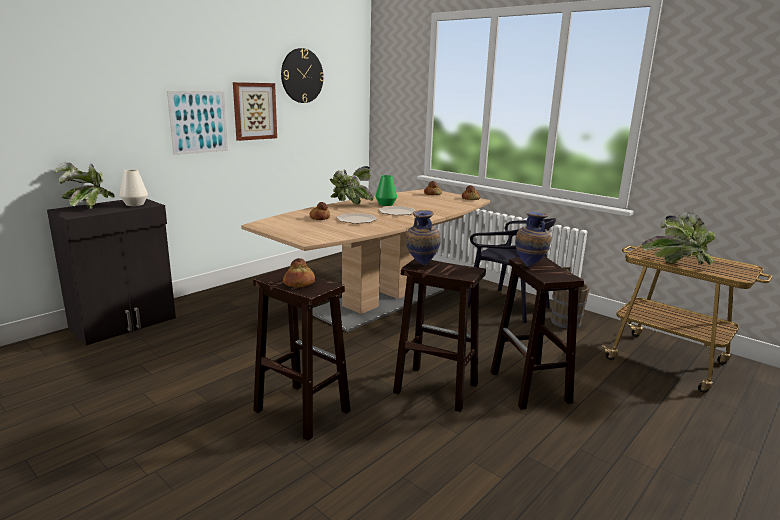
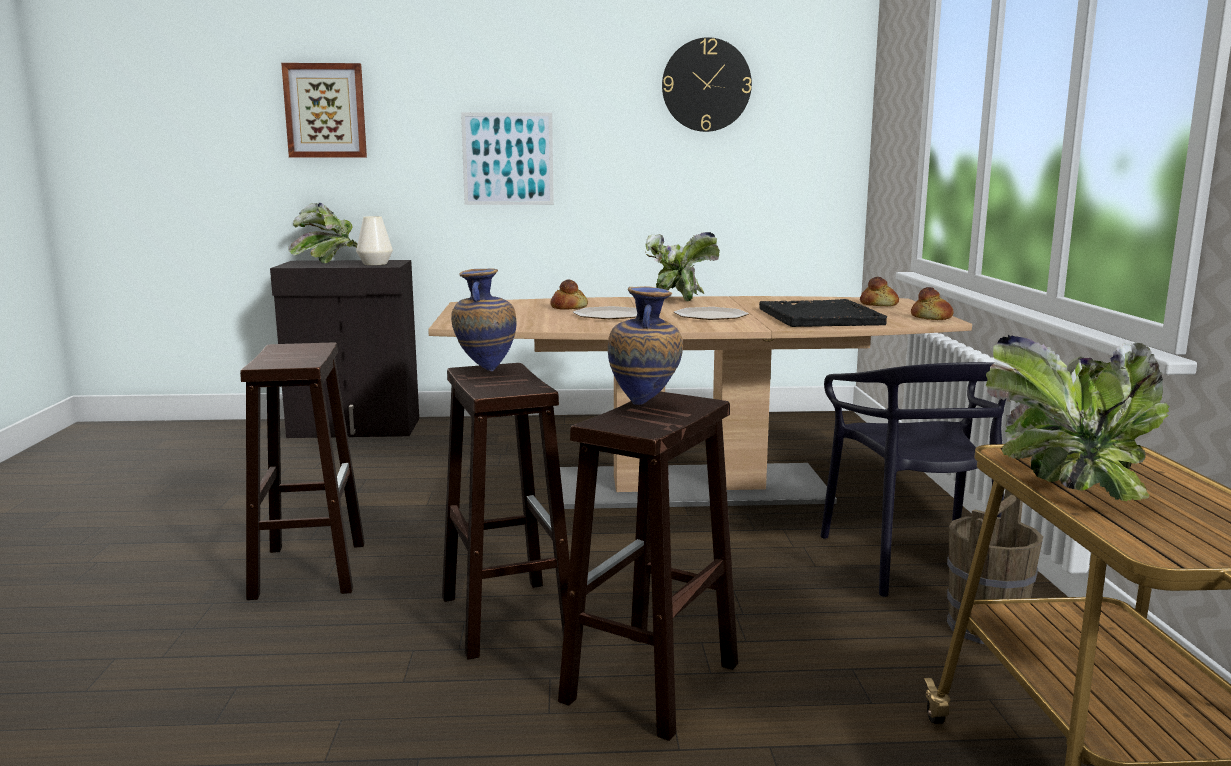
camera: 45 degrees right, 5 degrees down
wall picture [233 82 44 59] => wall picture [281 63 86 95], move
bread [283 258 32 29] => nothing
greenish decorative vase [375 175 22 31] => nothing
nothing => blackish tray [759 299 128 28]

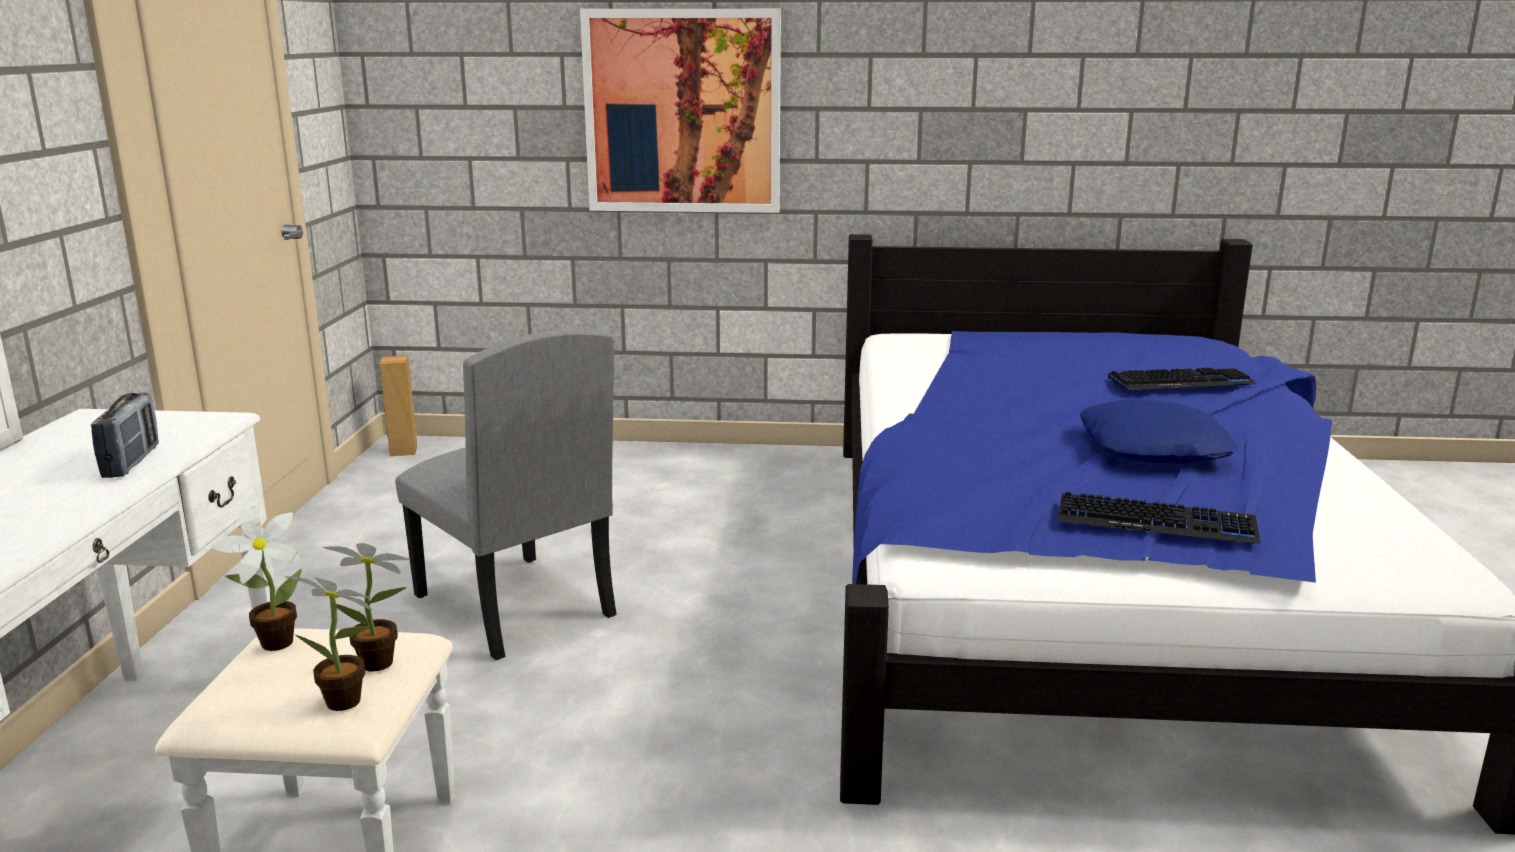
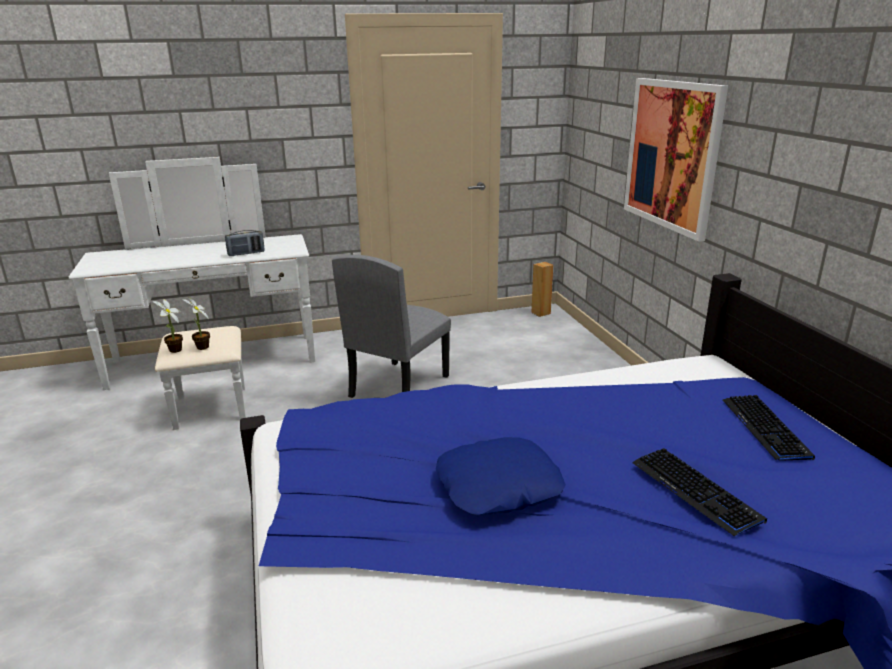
camera: 70 degrees right, 5 degrees up
houseplant [211 506 91 145] => nothing
keyboard [1058 491 202 53] => keyboard [723 395 92 66], move

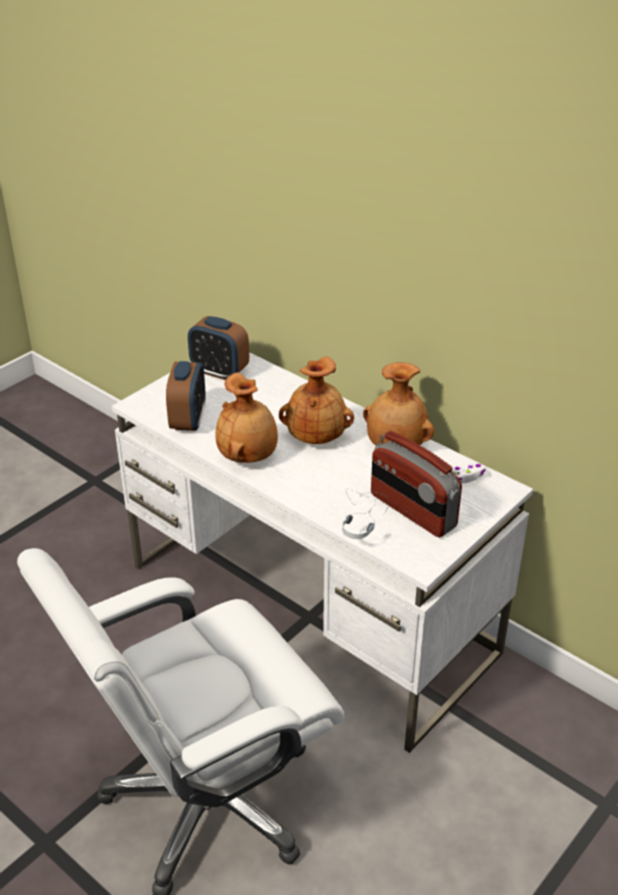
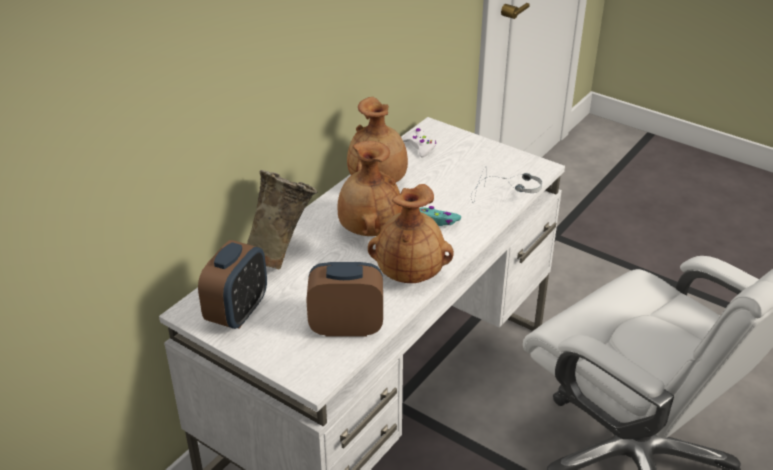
camera: 95 degrees left, 0 degrees up
radio [371 431 91 106] => nothing
nothing => beige decorative vase [247 170 71 100]
nothing => turquoise gamepad [419 206 42 20]

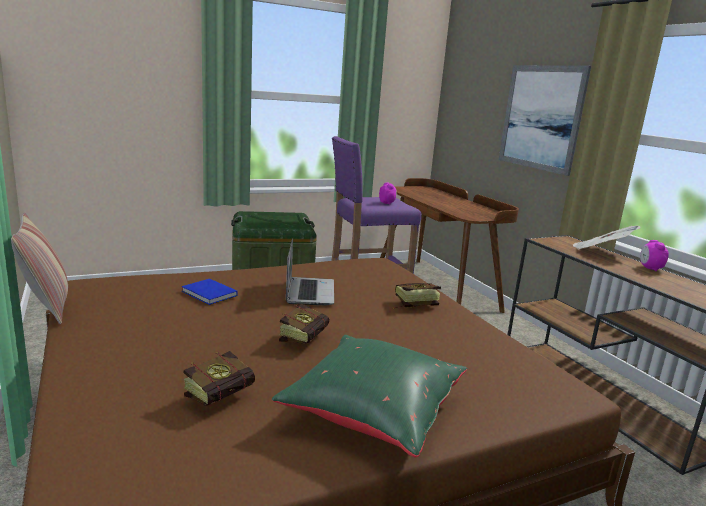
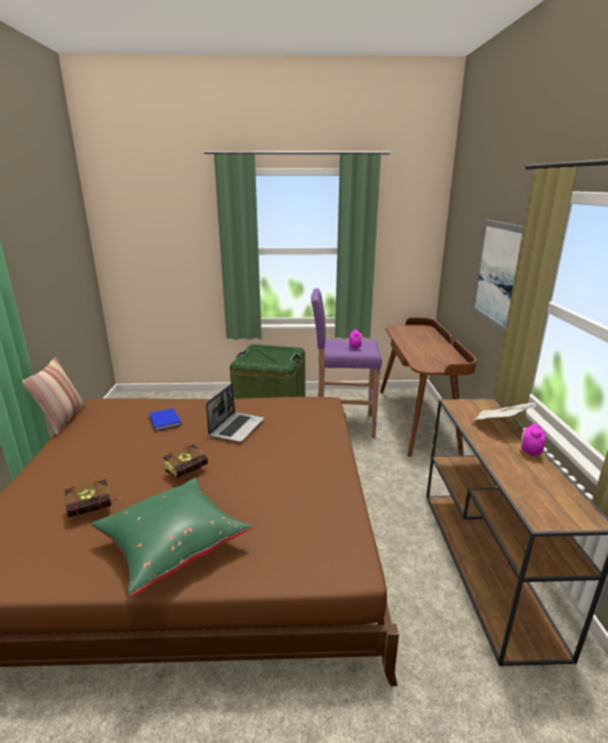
camera: 25 degrees right, 5 degrees up
book [392 283 49 26] => nothing

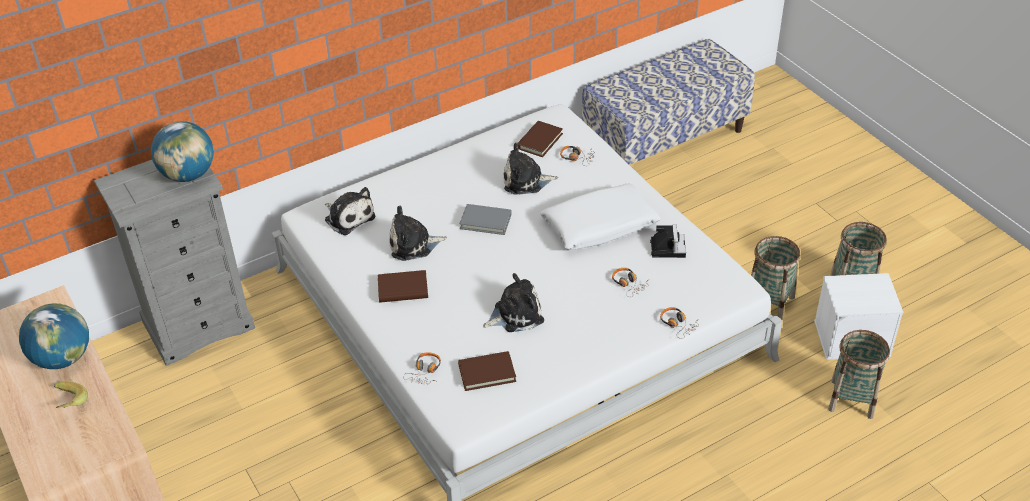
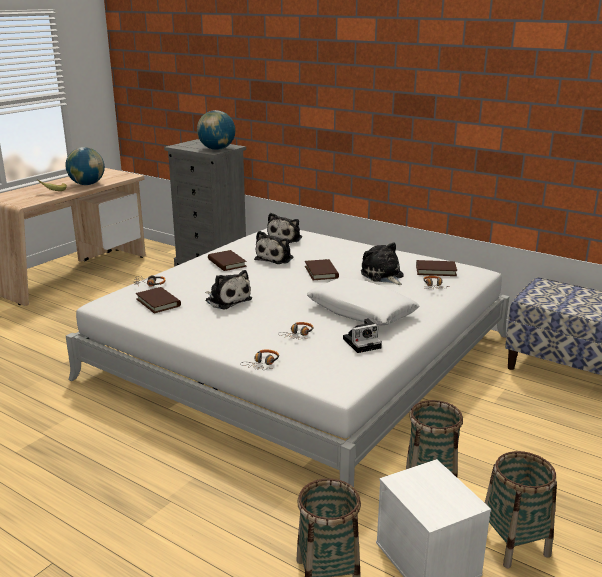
camera: 65 degrees right, 20 degrees down
cuddly toy [389 206 58 55] => cuddly toy [254 231 40 33], 120 degrees counterclockwise
gray book [459 204 53 31] => brown-coloured book [305 259 34 21]

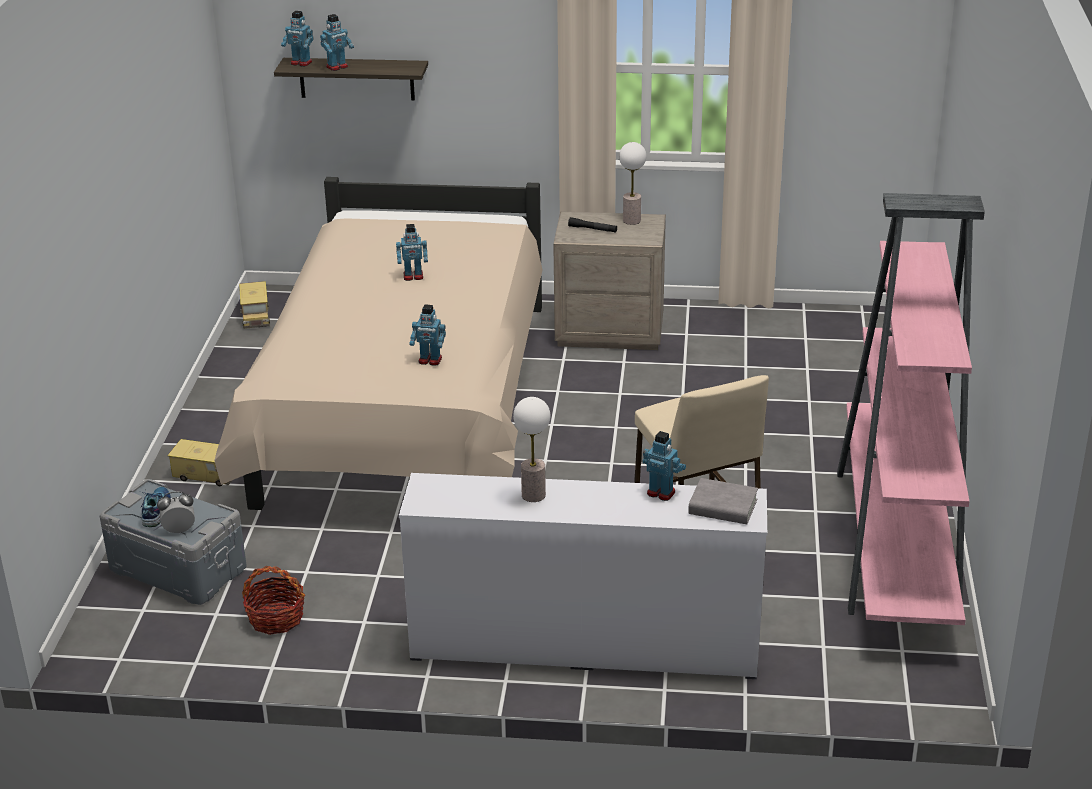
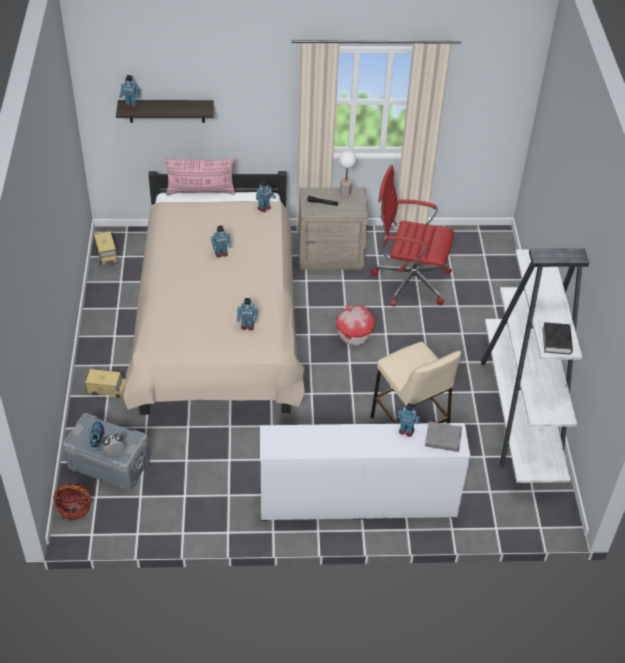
camera: 10 degrees left, 15 degrees up
household basket [242 566 63 69] => household basket [53 483 38 38], move
toy robot [320 14 34 57] => toy robot [256 180 20 32], move
tabletop lamp [513 397 37 105] => nothing
pink-coloured bookcase [837 193 148 432] => white-coloured bookcase [481 248 108 235]
nothing => pink-coloured throw pillow [165 158 71 37]
nothing => toy house [336 305 40 41]
nothing => reddish computer chair [371 165 82 141]
nothing => blackish book [543 322 30 32]

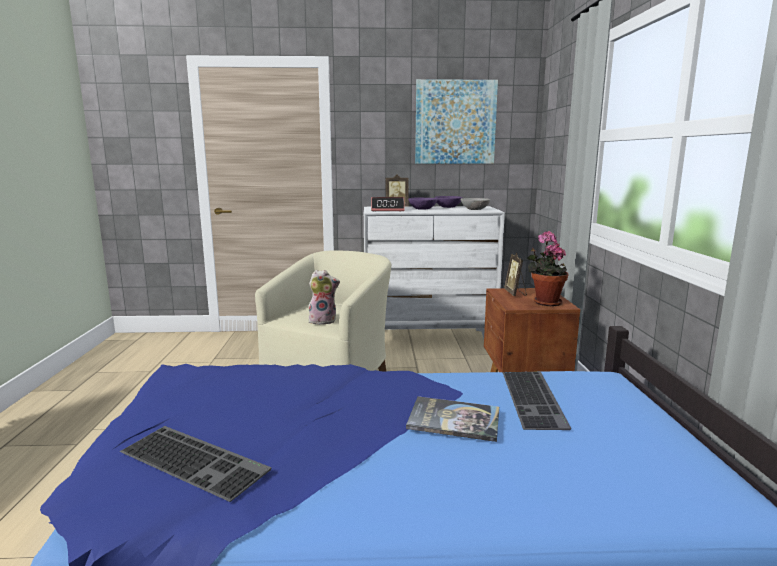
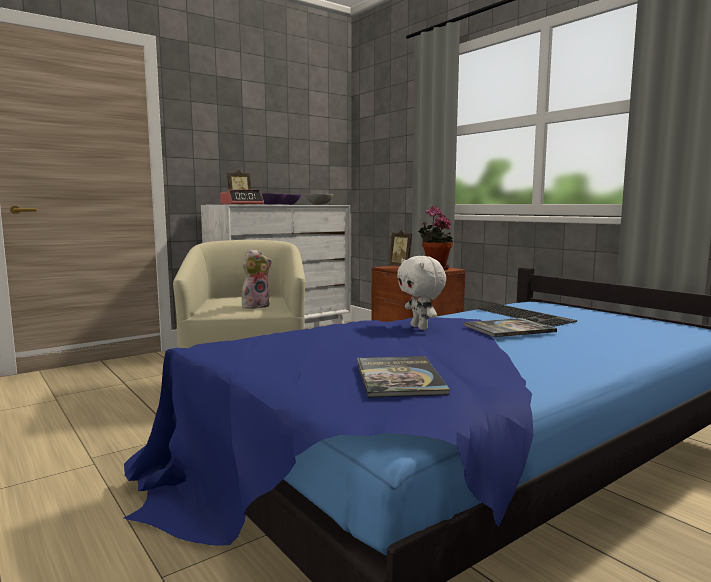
camera: 35 degrees left, 5 degrees down
keyboard [120 426 152 76] => book [357 356 93 42]
wall picture [415 79 83 85] => nothing
nothing => white-coloured cuddly toy [397 256 49 74]

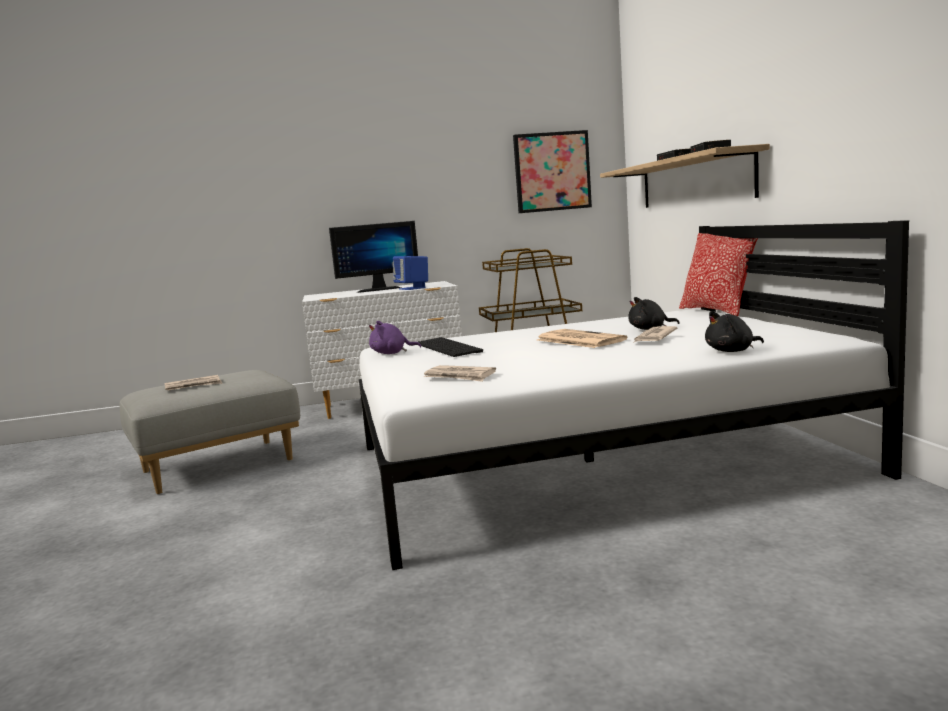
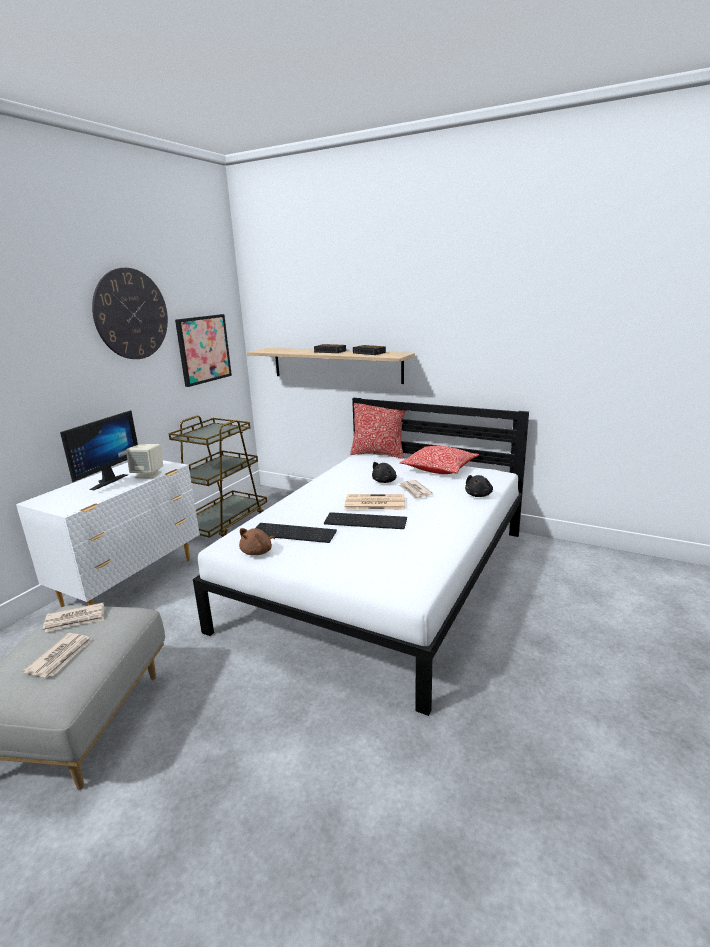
camera: 50 degrees left, 10 degrees up
purplish cuddly toy [369 321 52 33] => brown-coloured cuddly toy [239 528 36 27]
blue speaker [393 256 35 34] => beige speaker [126 444 37 34]
newspaper [424 365 72 17] => newspaper [43 603 61 29], move
nothing => clock on the wall [92 268 76 91]
nothing => keyboard [324 512 83 17]
nothing => throw pillow [400 446 79 28]

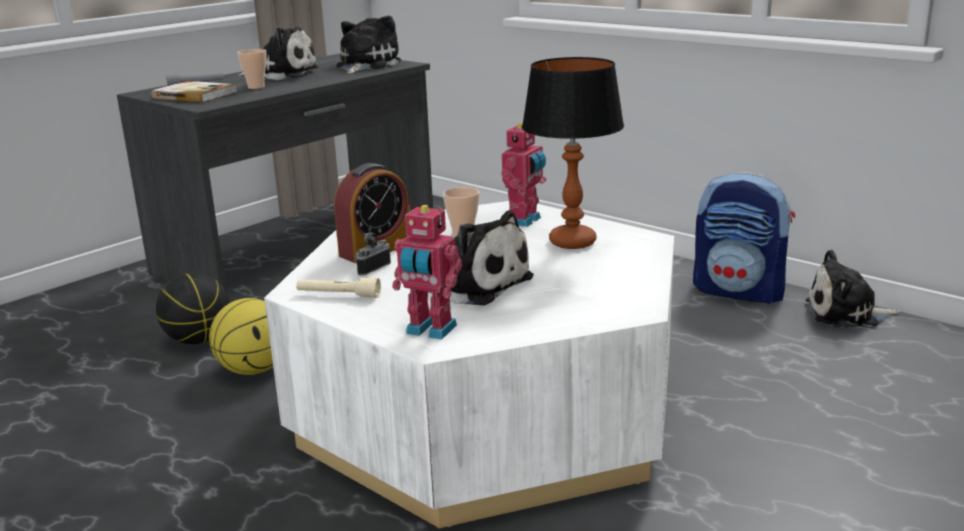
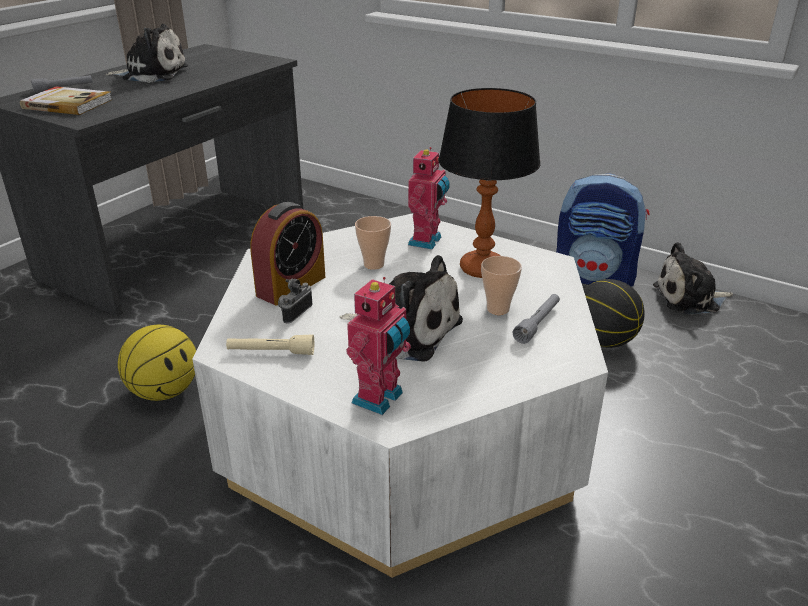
camera: 10 degrees left, 10 degrees up
basketball [156 273 74 71] => basketball [583 279 62 69], move
cup [237 49 30 40] => cup [481 256 41 59], move
cuddly toy [336 15 65 59] => nothing
toy robot [392 205 70 135] => toy robot [346 277 65 138], 75 degrees counterclockwise
nothing => gray hand torch [513 294 47 50]

